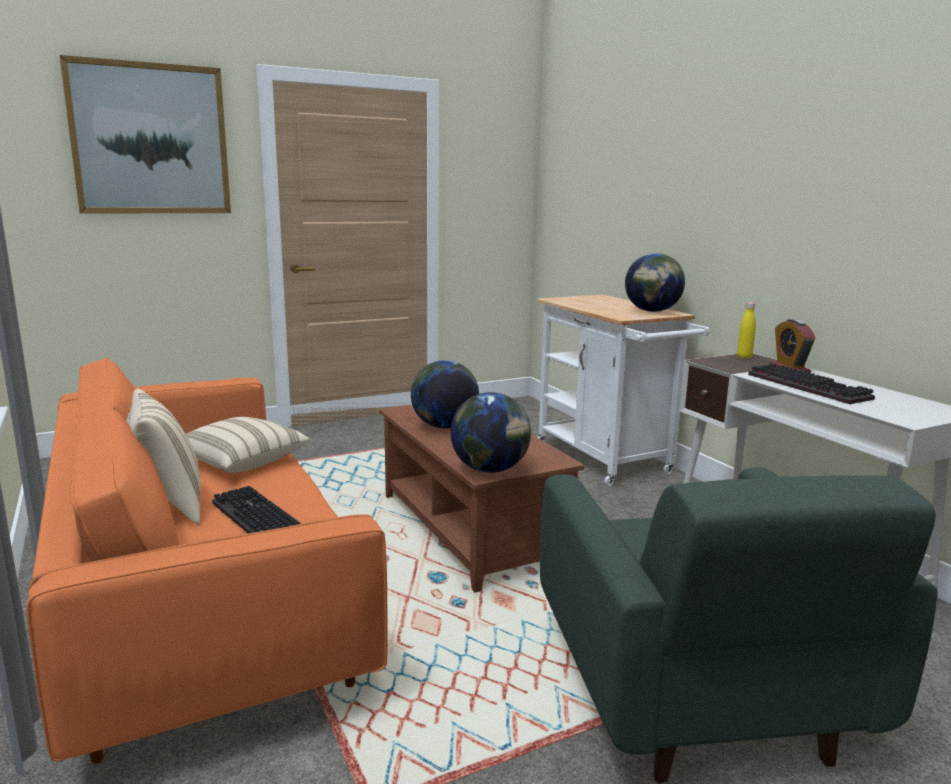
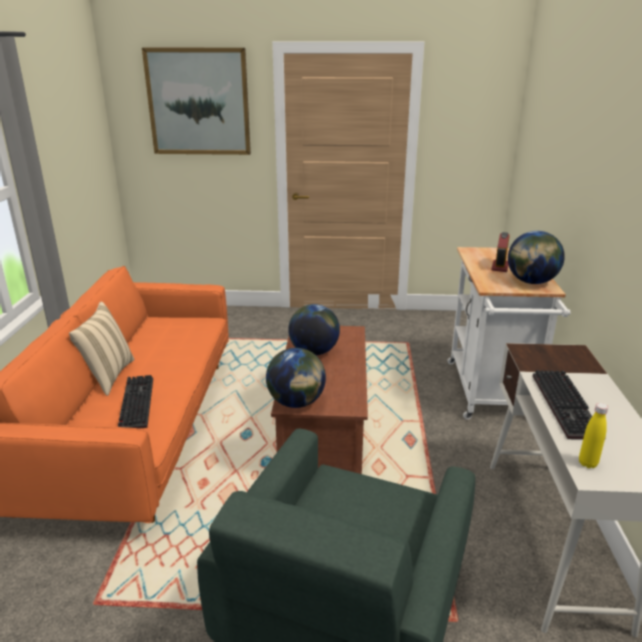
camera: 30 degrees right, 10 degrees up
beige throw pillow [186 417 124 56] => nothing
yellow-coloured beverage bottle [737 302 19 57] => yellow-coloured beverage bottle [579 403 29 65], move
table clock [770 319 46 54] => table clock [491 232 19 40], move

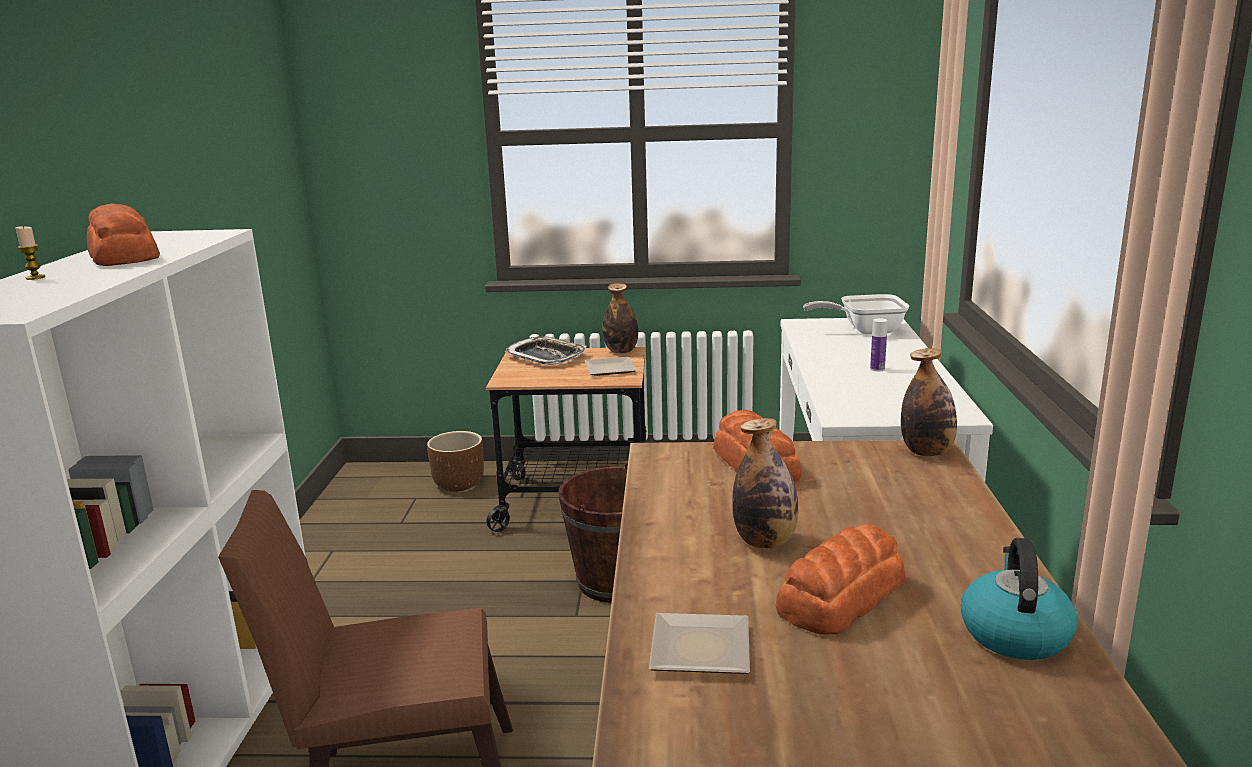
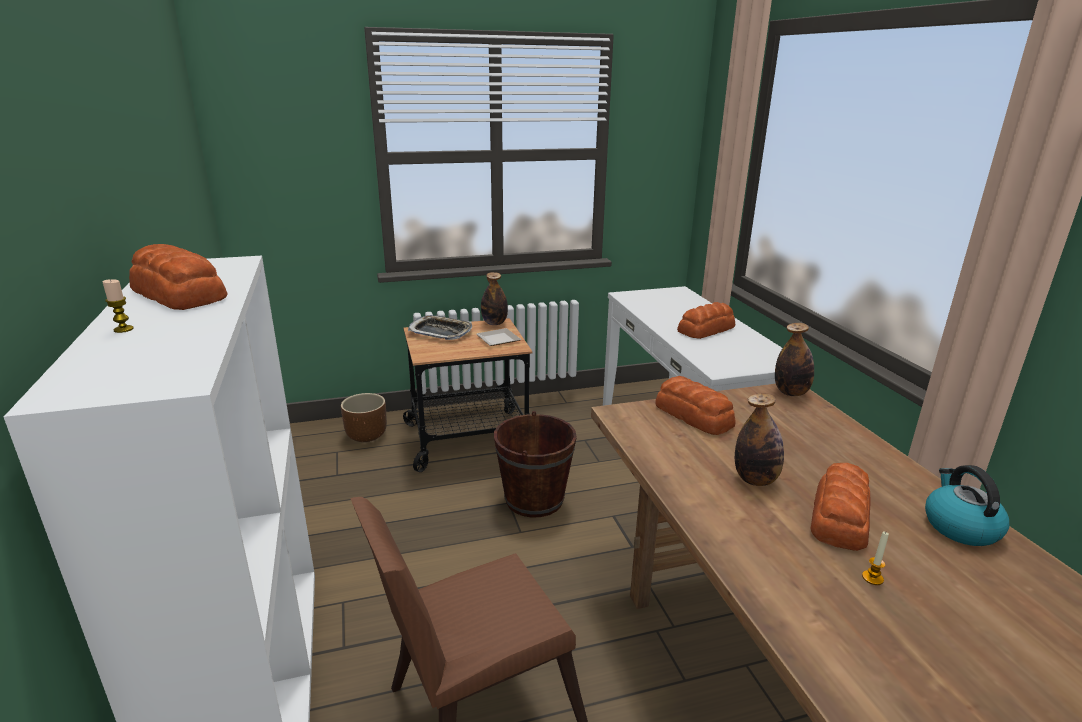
camera: 20 degrees left, 5 degrees up
dinner plate [649 613 101 61] => nothing
skillet [803 294 106 40] => nothing
beverage bottle [870 318 17 54] => bread [677 302 58 37]
nothing => candle [862 532 27 53]

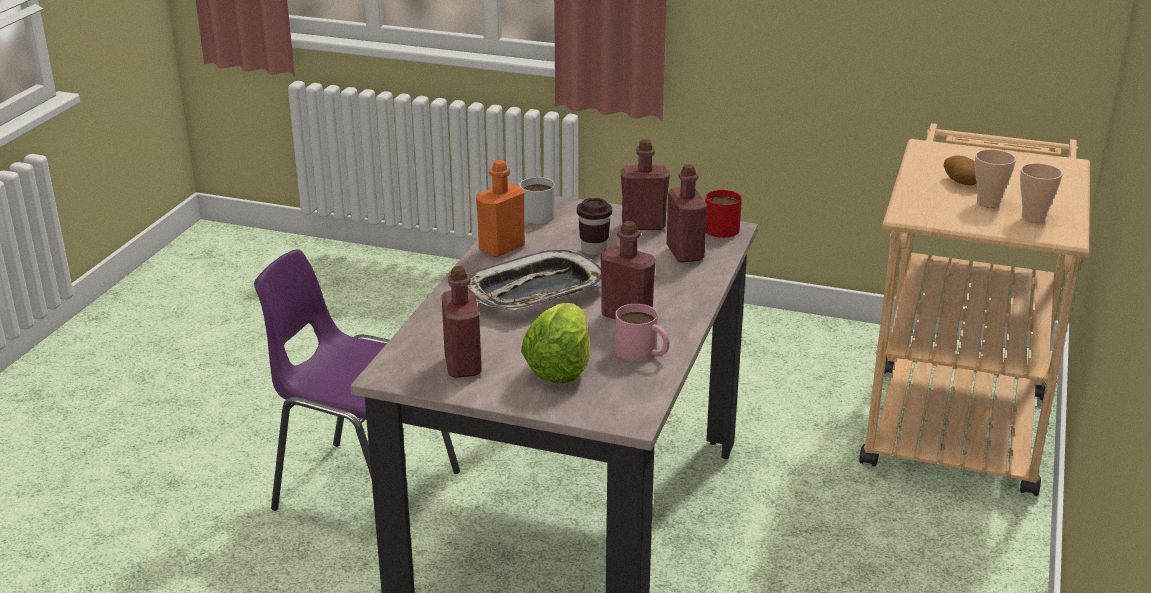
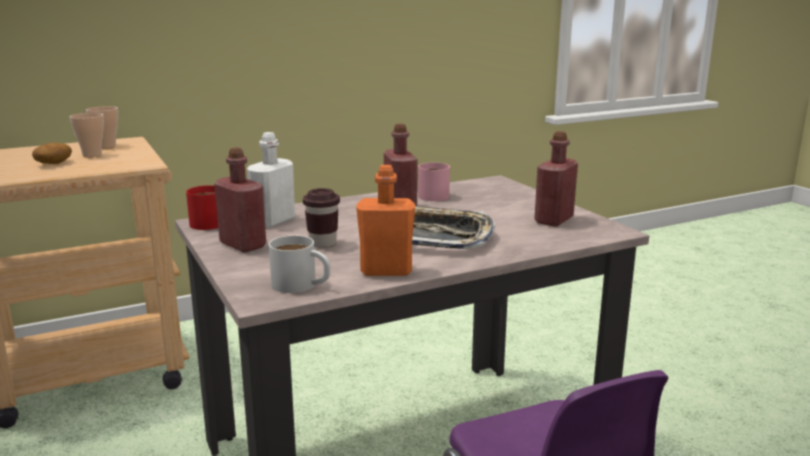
camera: 135 degrees left, 10 degrees down
lettuce [521 303 69 80] => nothing
reddish beverage bottle [667 164 40 99] => white-coloured beverage bottle [247 132 48 96]

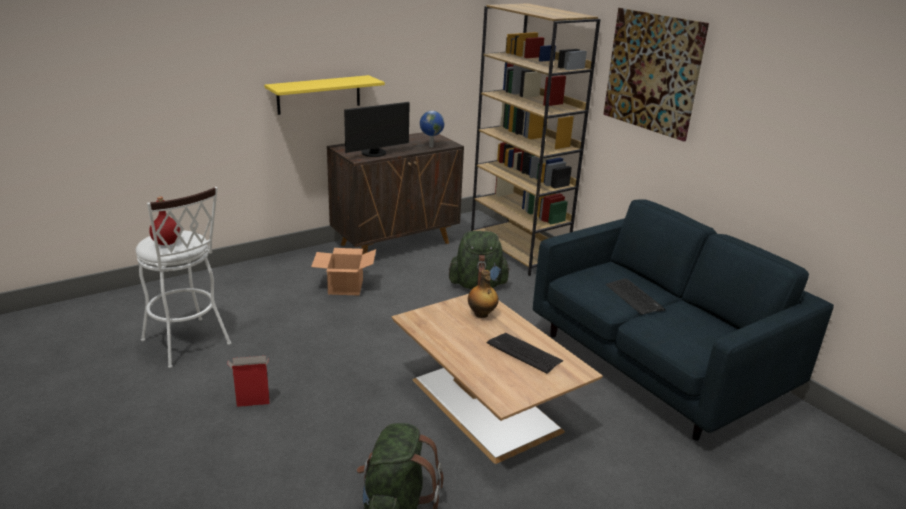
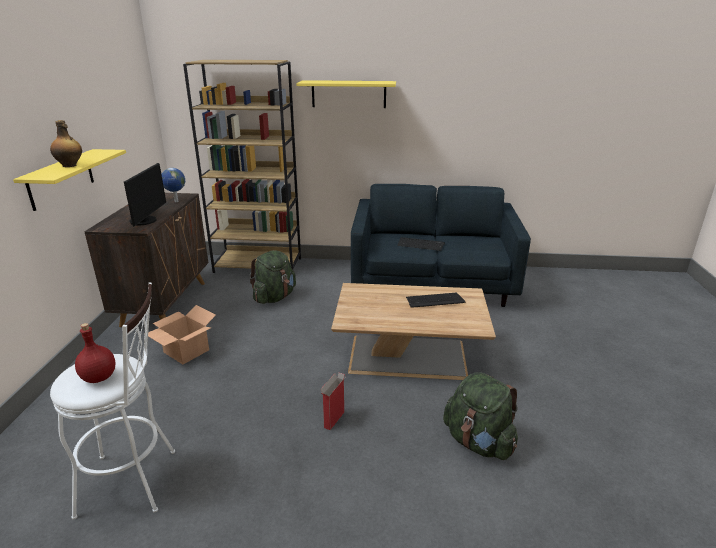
camera: 50 degrees left, 0 degrees up
carton [227 356 43 51] => carton [320 373 25 57], move
beverage bottle [468 270 30 48] => beverage bottle [50 120 32 47], move
wall picture [603 8 106 134] => yellow-coloured bracket shelf [296 80 100 28]

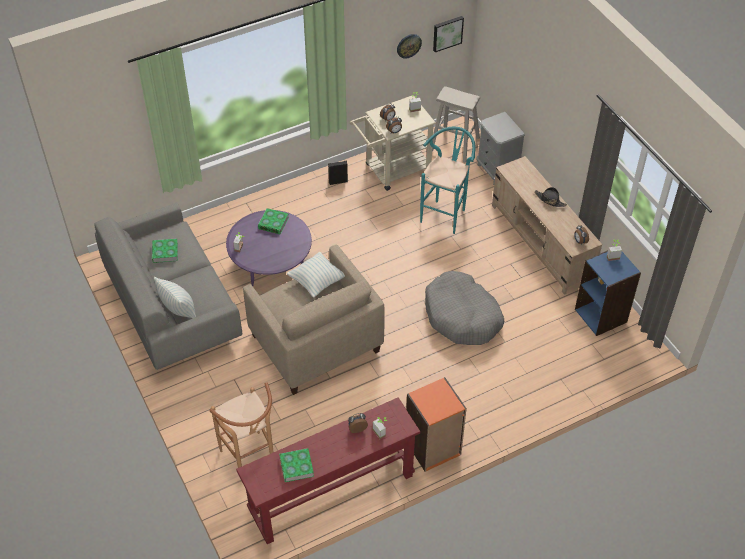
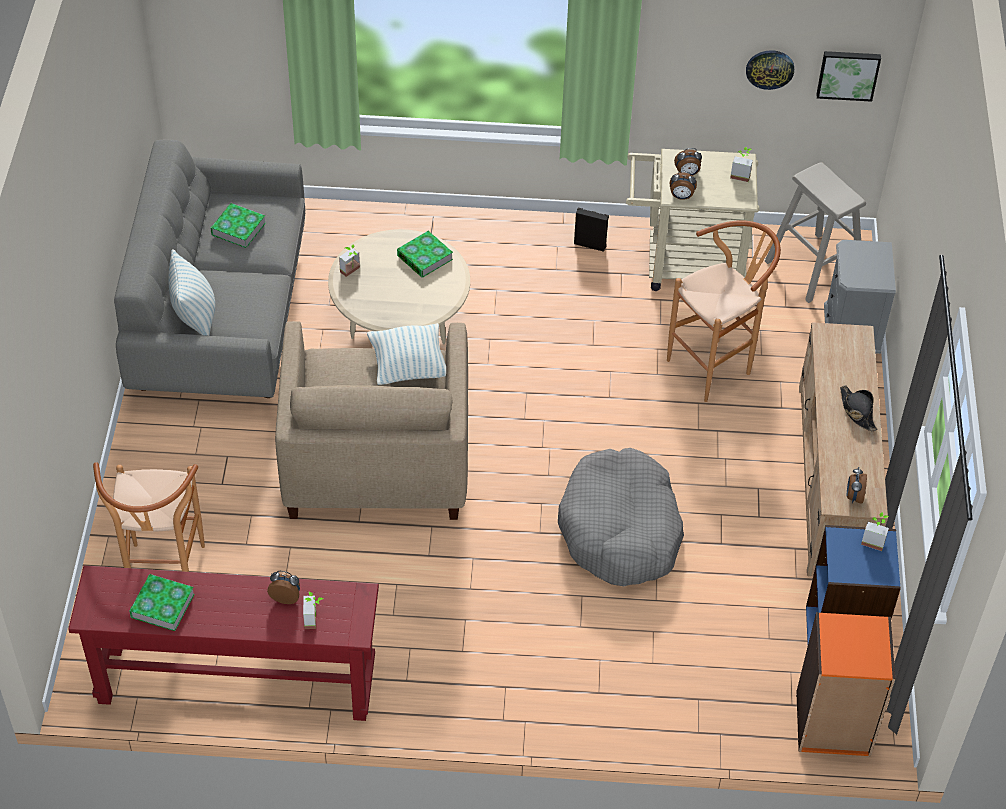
camera: 30 degrees right, 0 degrees up
purplish coffee table [226 210 86 76] => beige coffee table [328 229 142 115]
orangey bookcase [406 377 61 95] => orangey bookcase [796 612 99 145], move
turquoise stool seat [420 127 55 107] => brown-coloured stool seat [667 220 114 182]

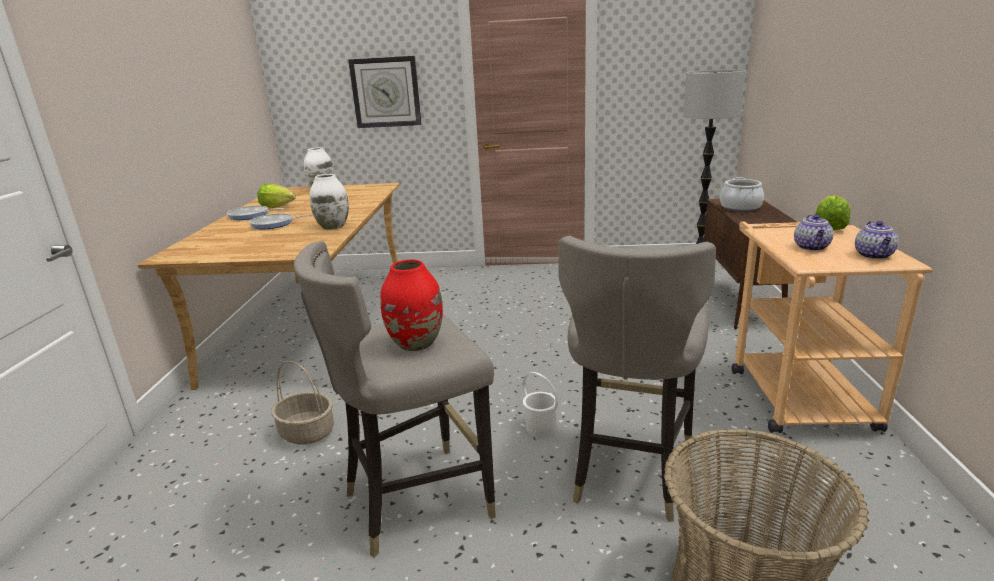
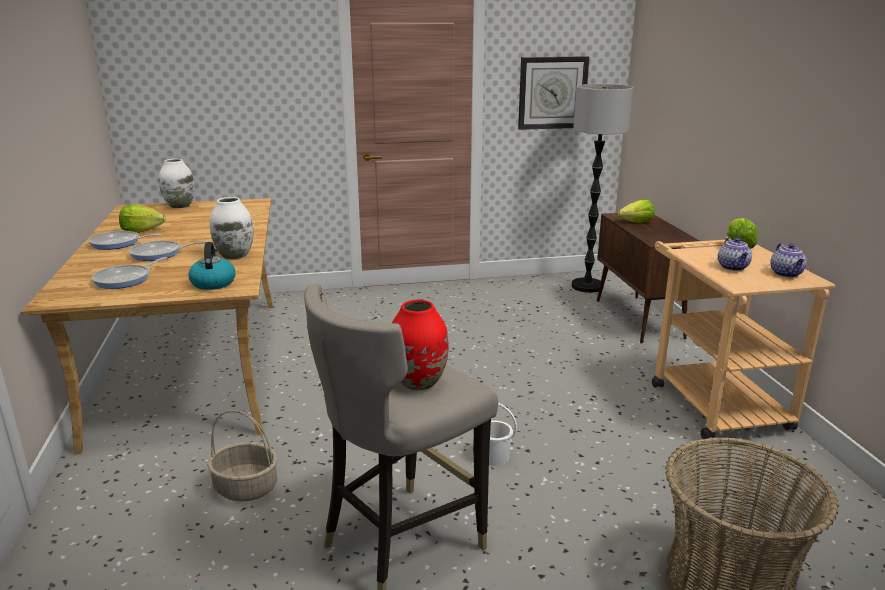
camera: 15 degrees left, 0 degrees up
clock on the wall [348 56 74 72] => clock on the wall [518 56 71 74], move
gray stool seat [558 236 158 286] => nothing
stockpot [720 177 44 35] => lettuce [618 199 36 24]
nothing => skillet [92 257 75 32]
nothing => water kettle [189 242 47 48]

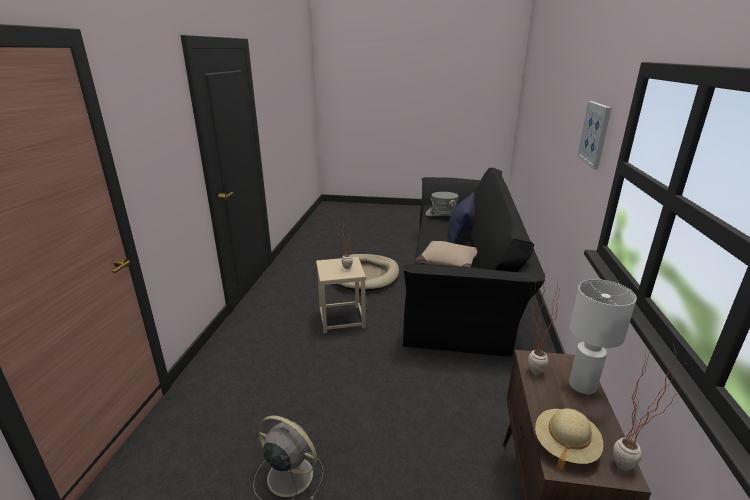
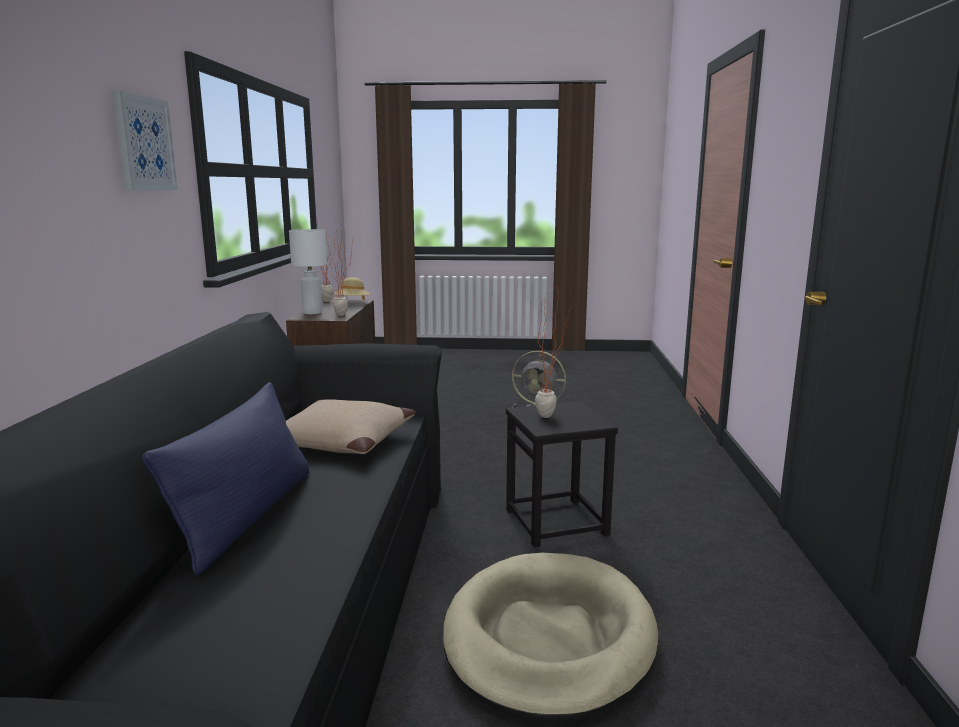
camera: 175 degrees right, 10 degrees down
beige stool seat [316 257 50 76] => blackish stool seat [506 401 112 146]
gray wearable hat [426 192 33 24] => nothing

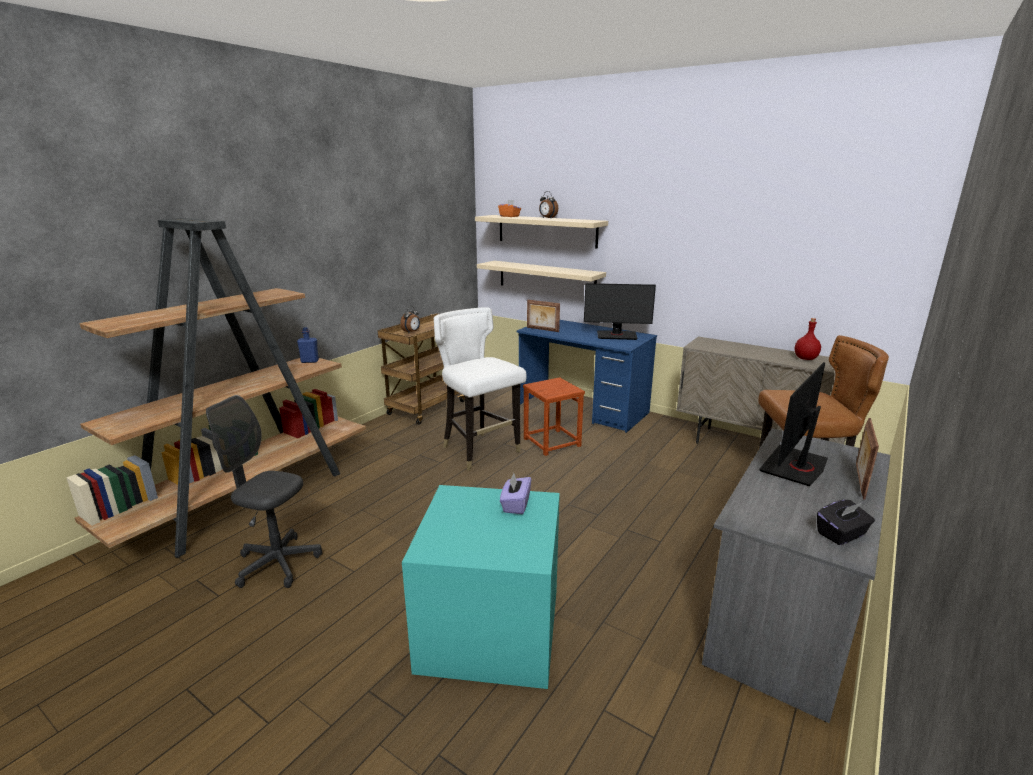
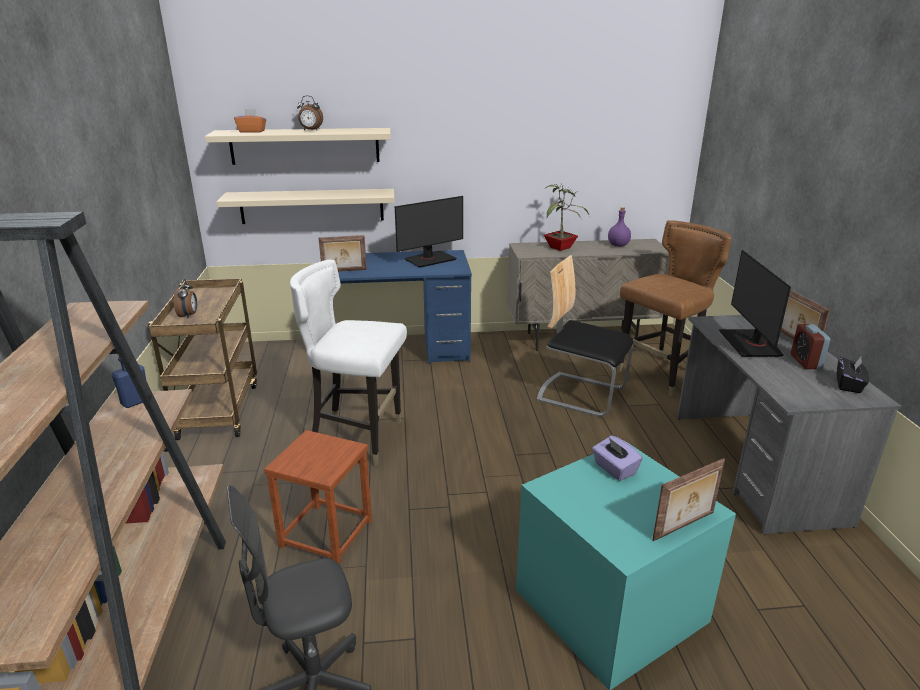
camera: 40 degrees left, 5 degrees up
brown-coloured stool seat [523 377 62 79] => brown-coloured stool seat [264 430 108 134], move
reddish beverage bottle [795 318 26 42] => purplish beverage bottle [608 207 23 40]
nothing => plain chair [537 255 96 162]
nothing => houseplant [544 184 46 67]
nothing => standing frame [652 458 73 83]
nothing => table clock [791 324 39 45]

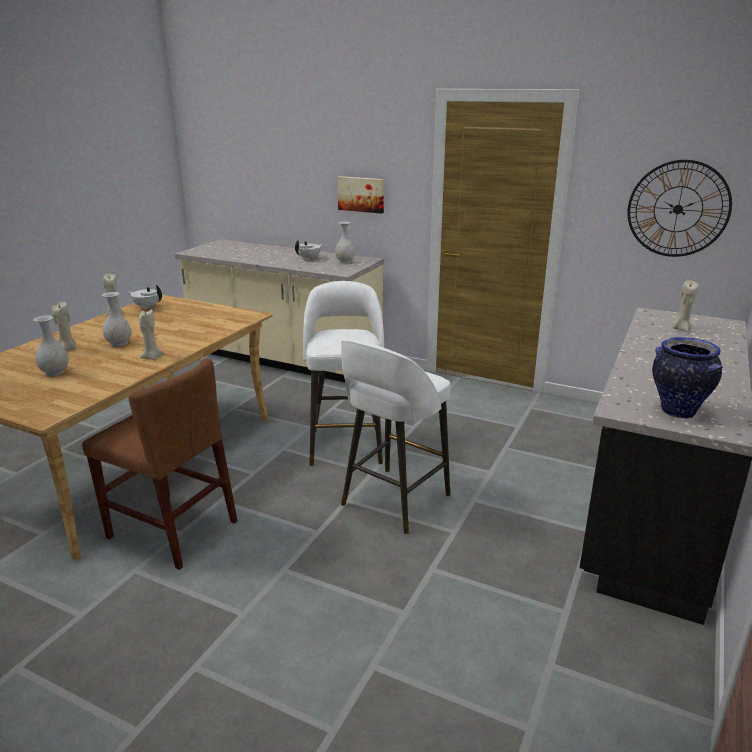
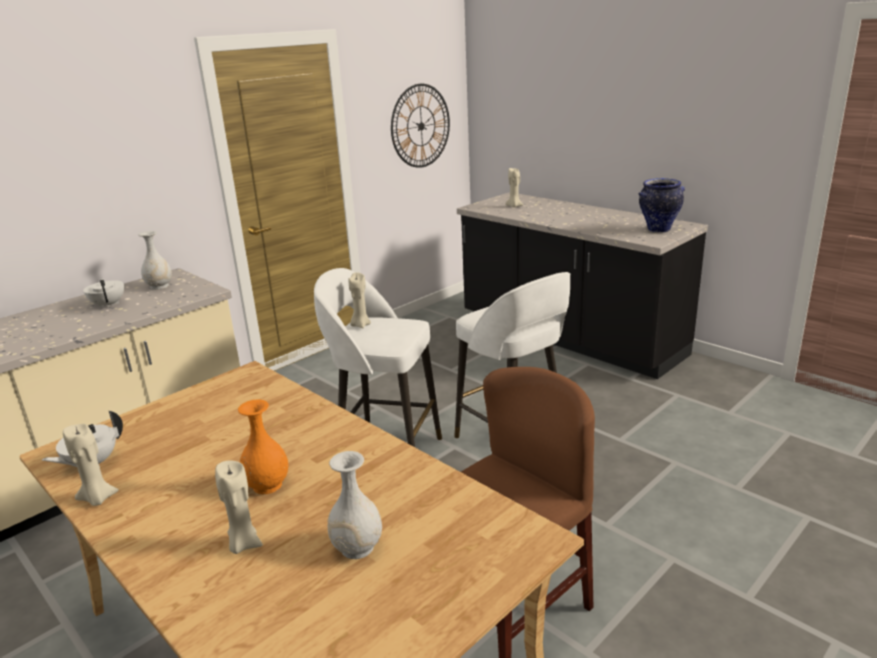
camera: 70 degrees left, 0 degrees up
white-coloured decorative vase [102 292 29 55] => orangey decorative vase [238 400 50 95]
beige candle [139 310 26 50] => beige candle [348 273 23 55], move
wall picture [337 176 47 38] => nothing

